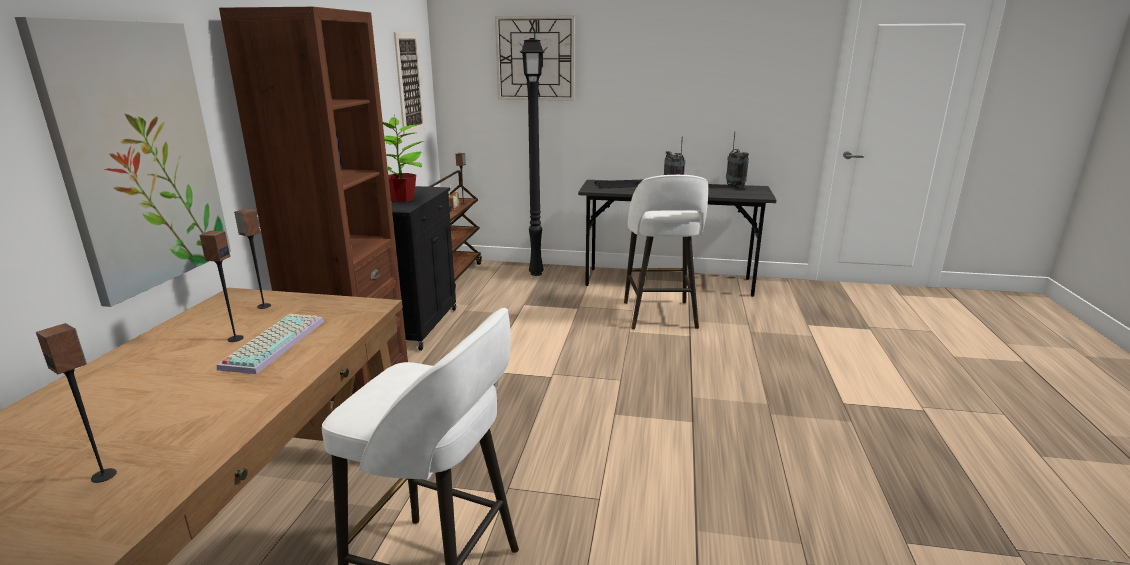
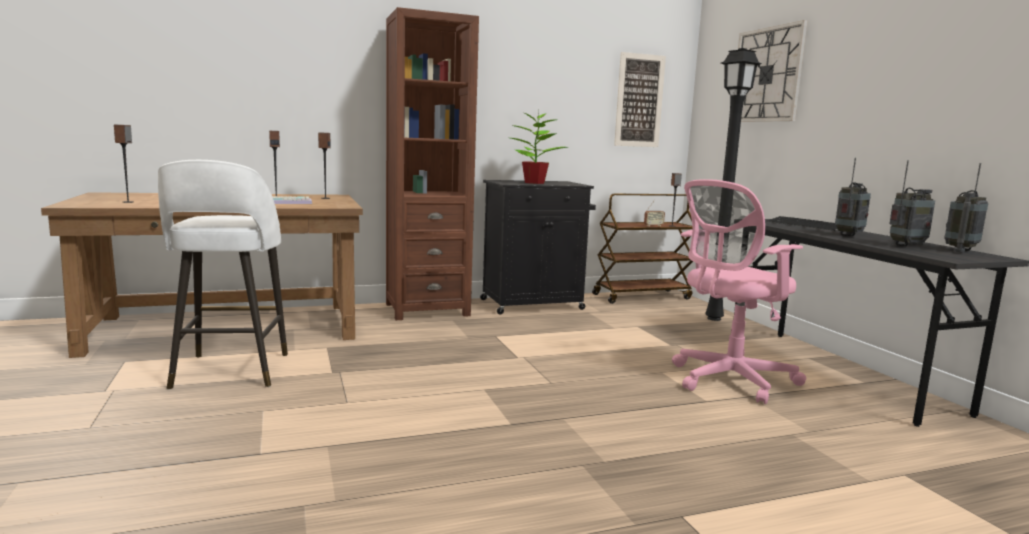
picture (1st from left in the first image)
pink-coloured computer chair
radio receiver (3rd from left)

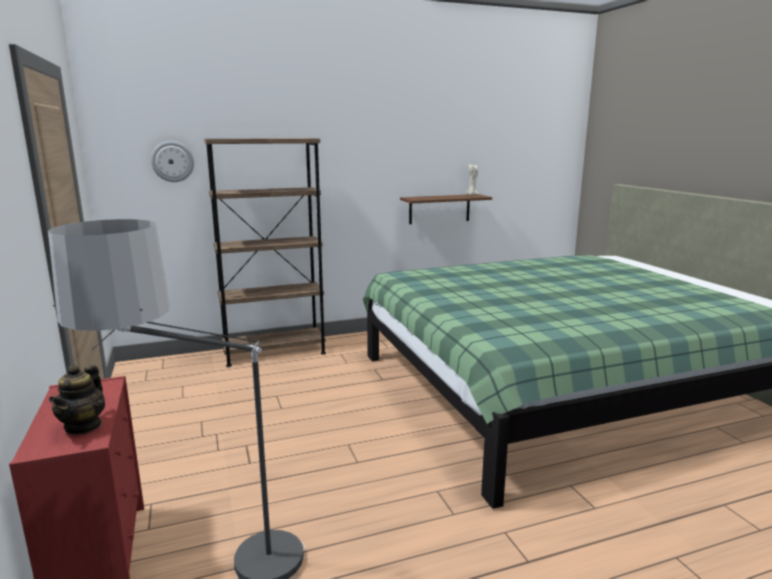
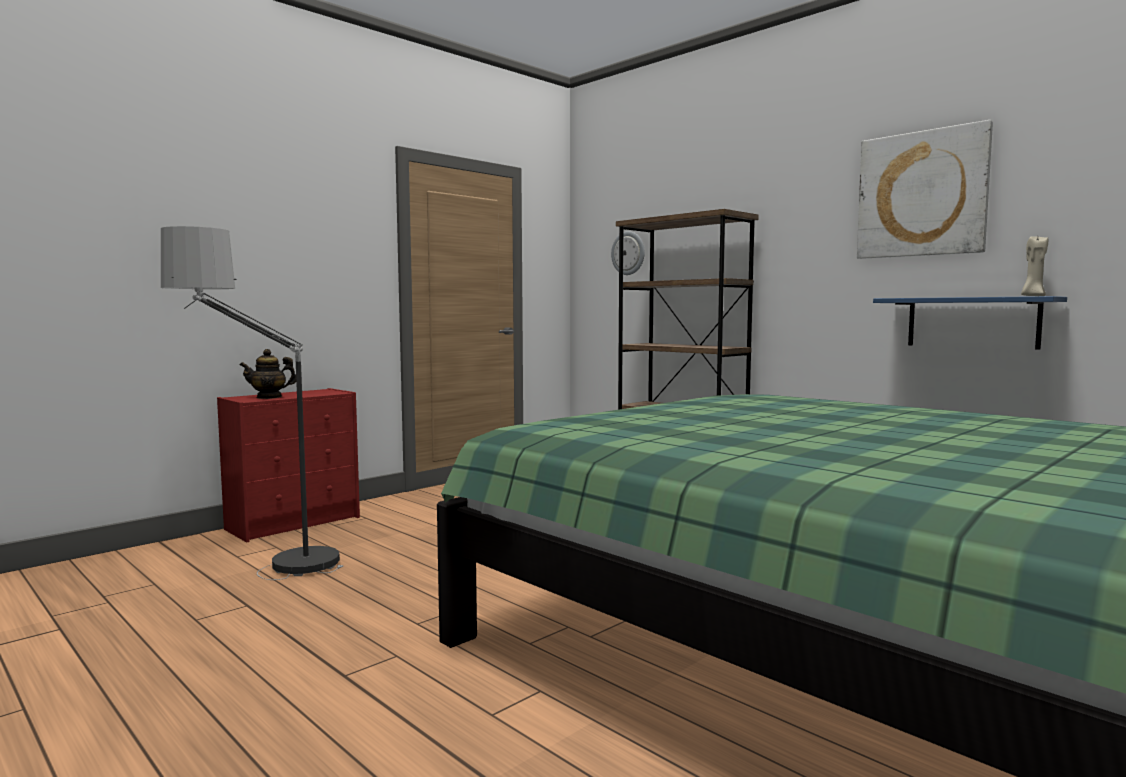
blue wall shelf
picture

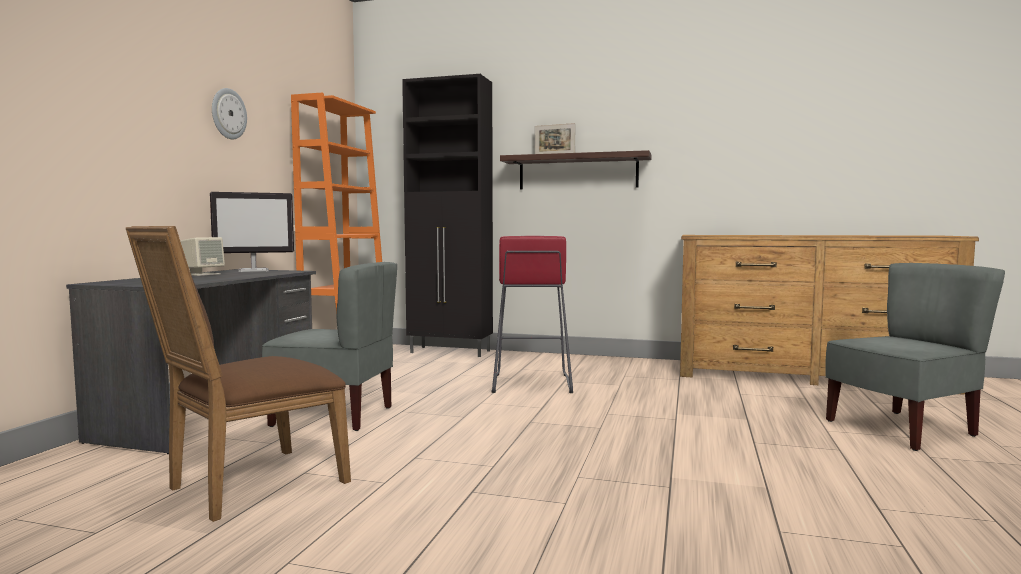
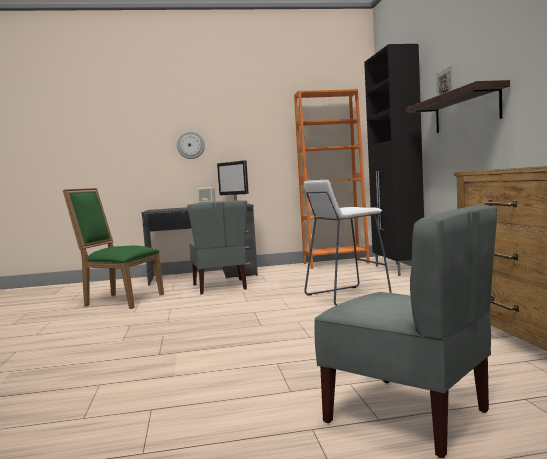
hanging clock
green-coloured upright chair
white-coloured stool

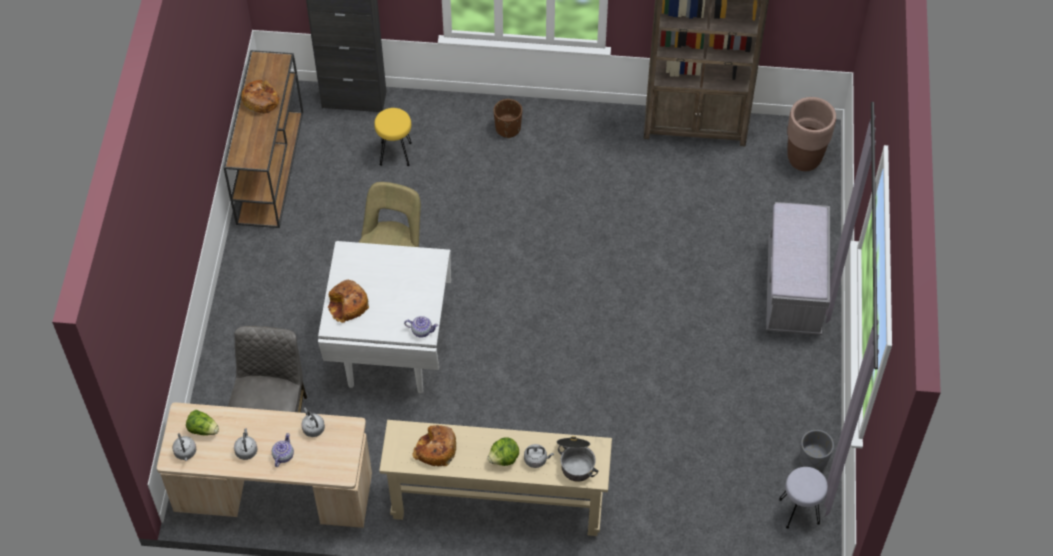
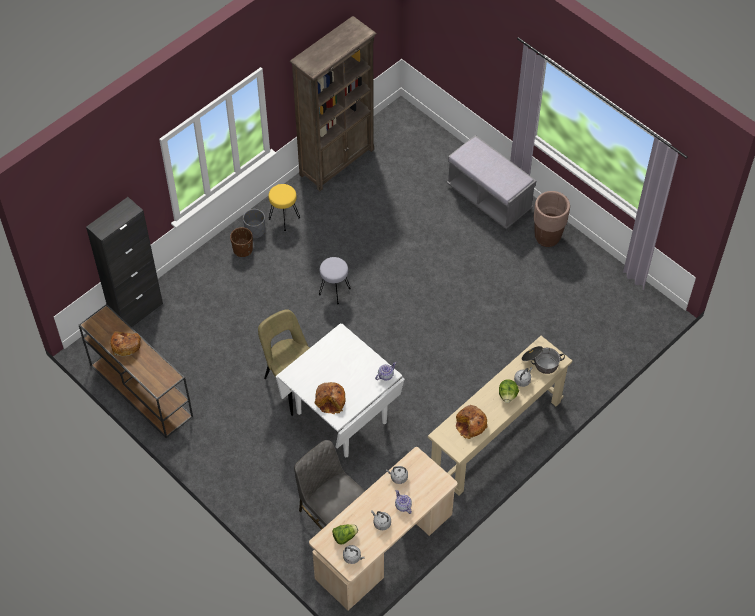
brown-coloured flower pot (2nd from left)
yellow stool
gray flower pot
gray stool

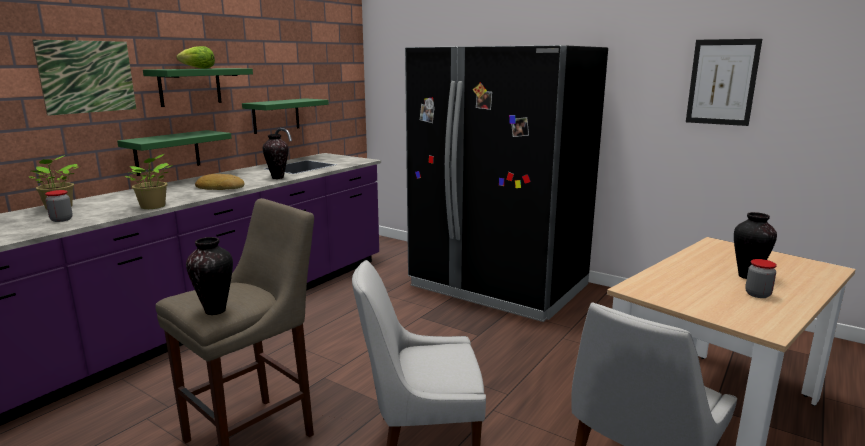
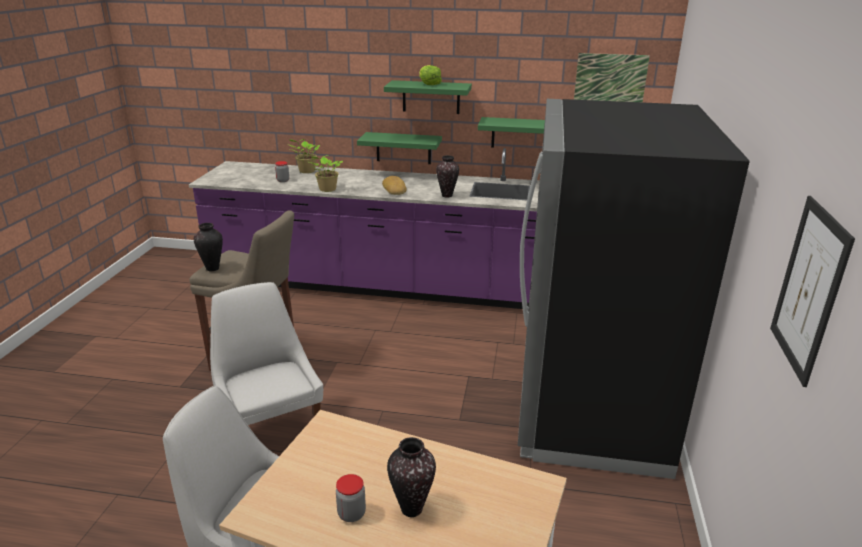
picture (1st from left)

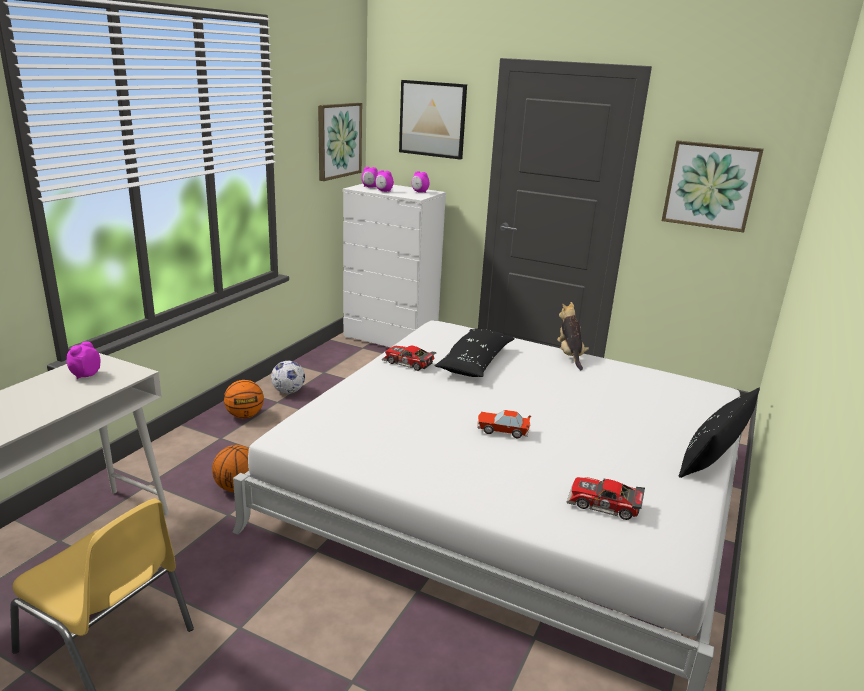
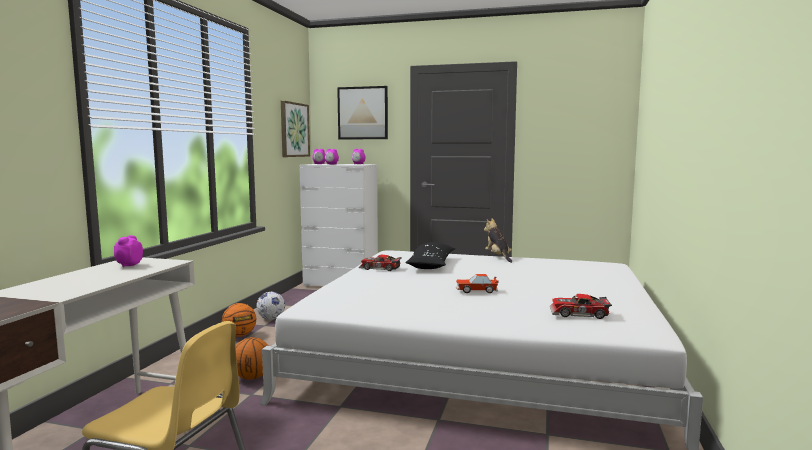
picture (3rd from left in the first image)
black-coloured cushion (2nd from left in the first image)

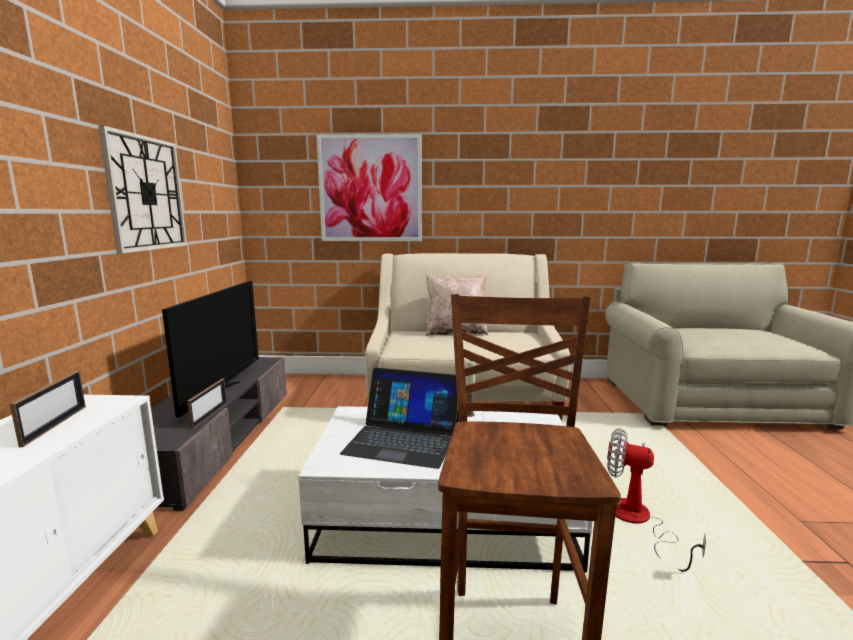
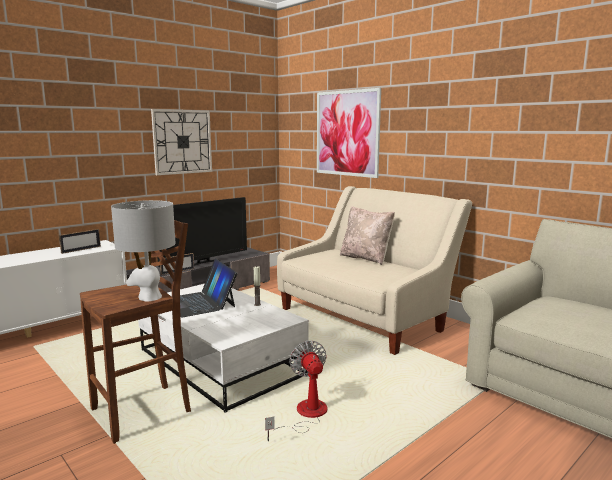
gray lamp for a table

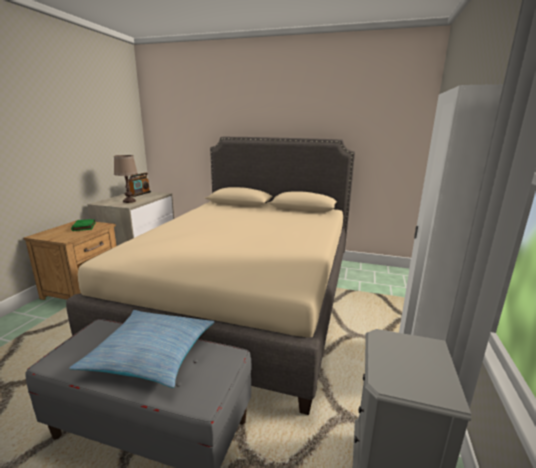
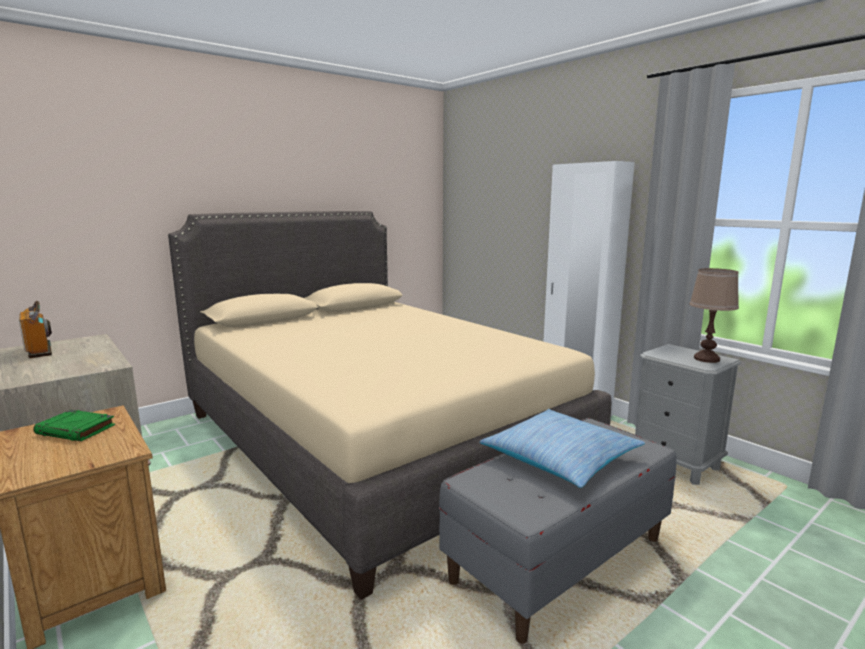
brown-coloured lamp for a table

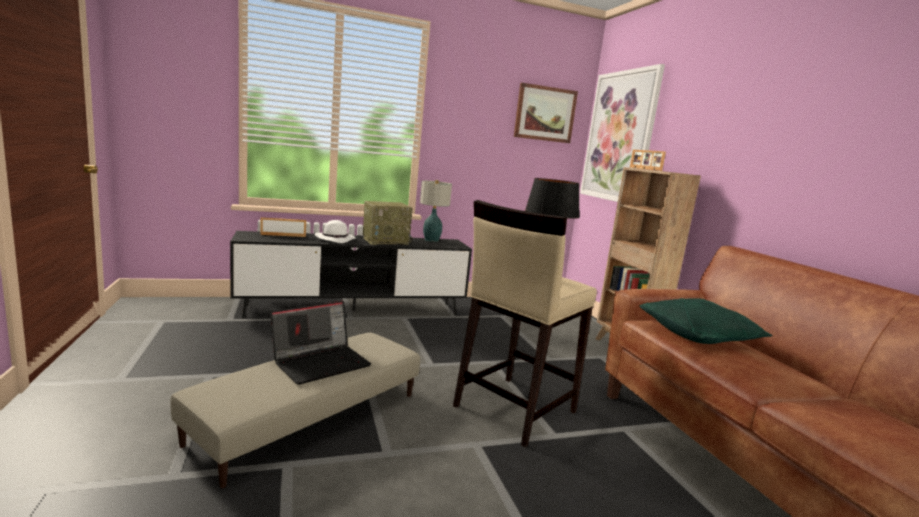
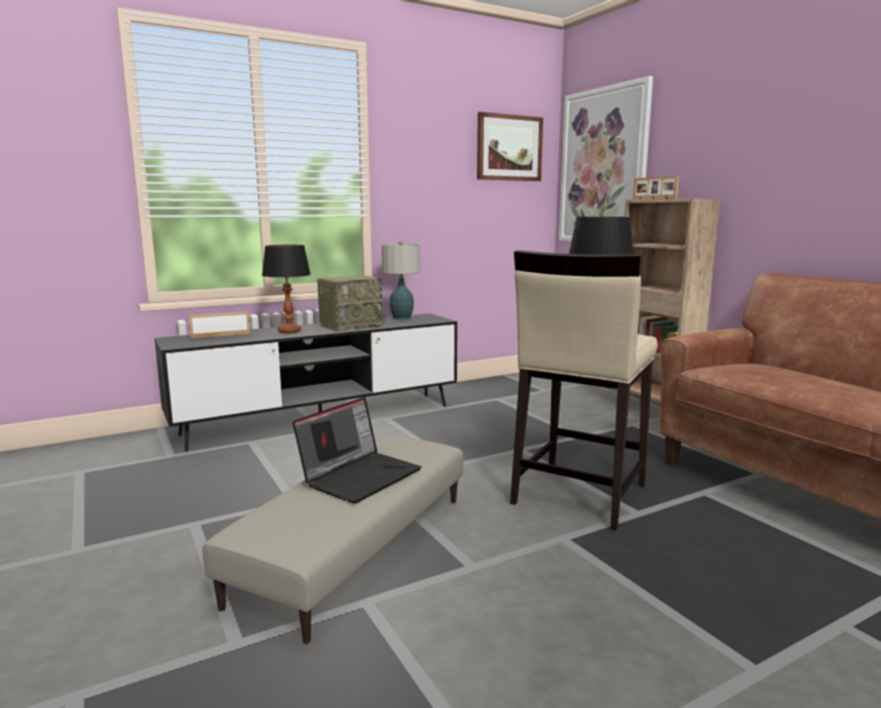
lamp for a table (1st from left)
green-coloured cushion

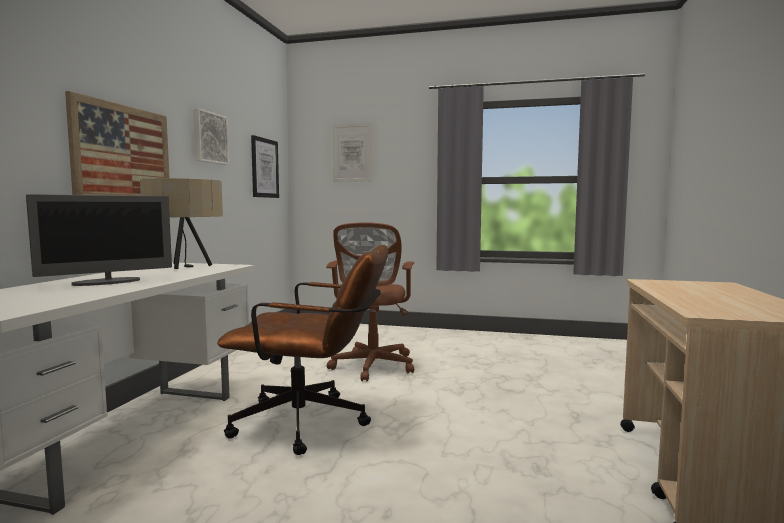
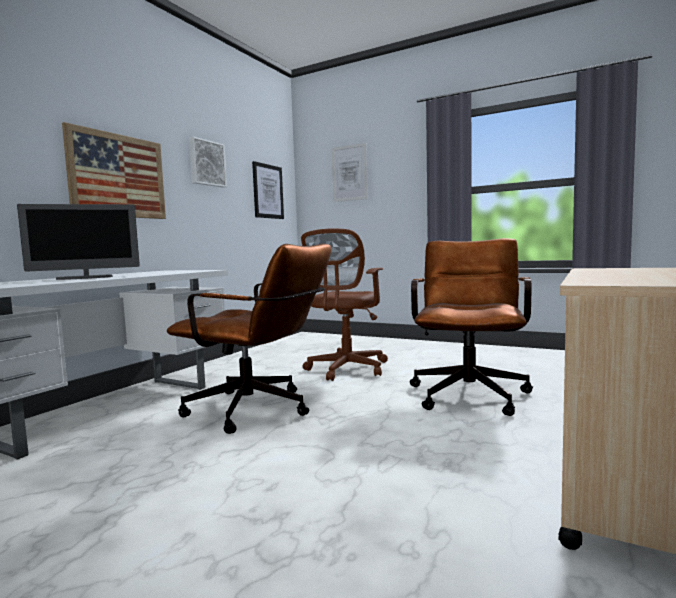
beige-coloured lamp for a table
brown-coloured computer chair (3rd from left)

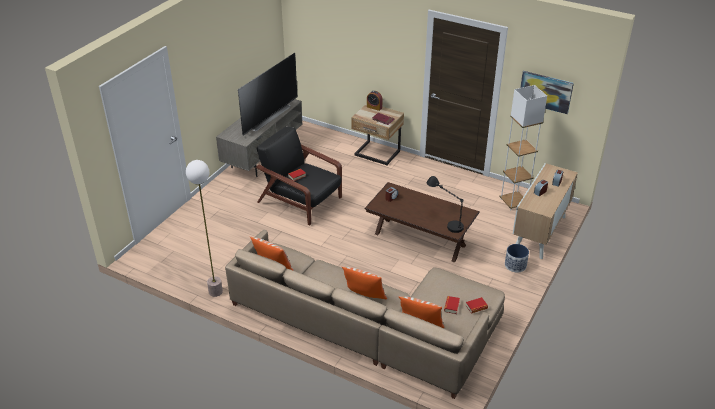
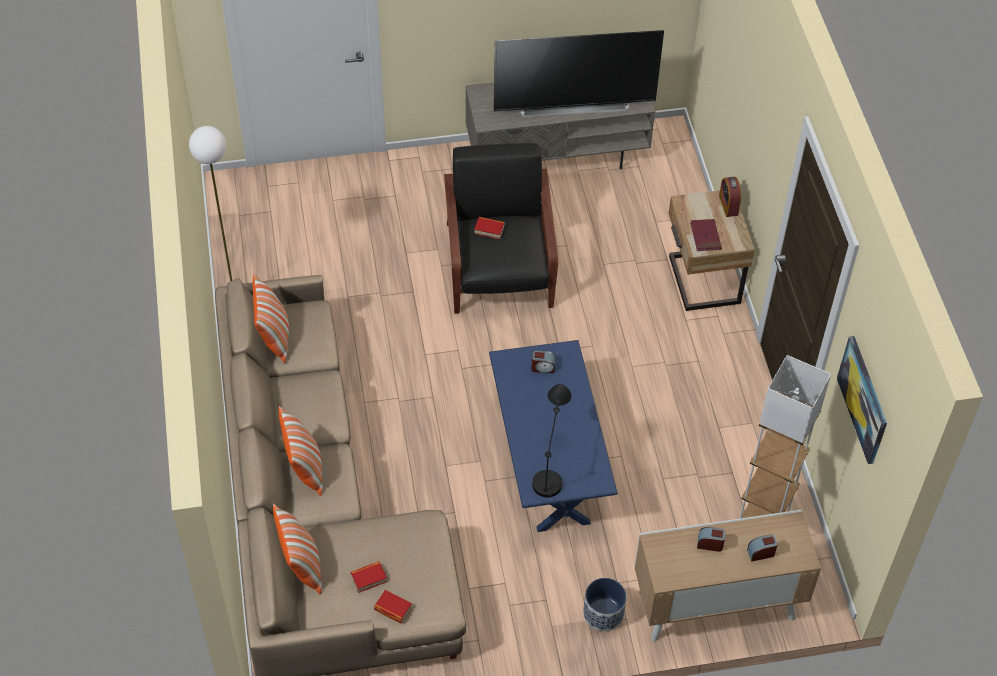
blue coffee table

